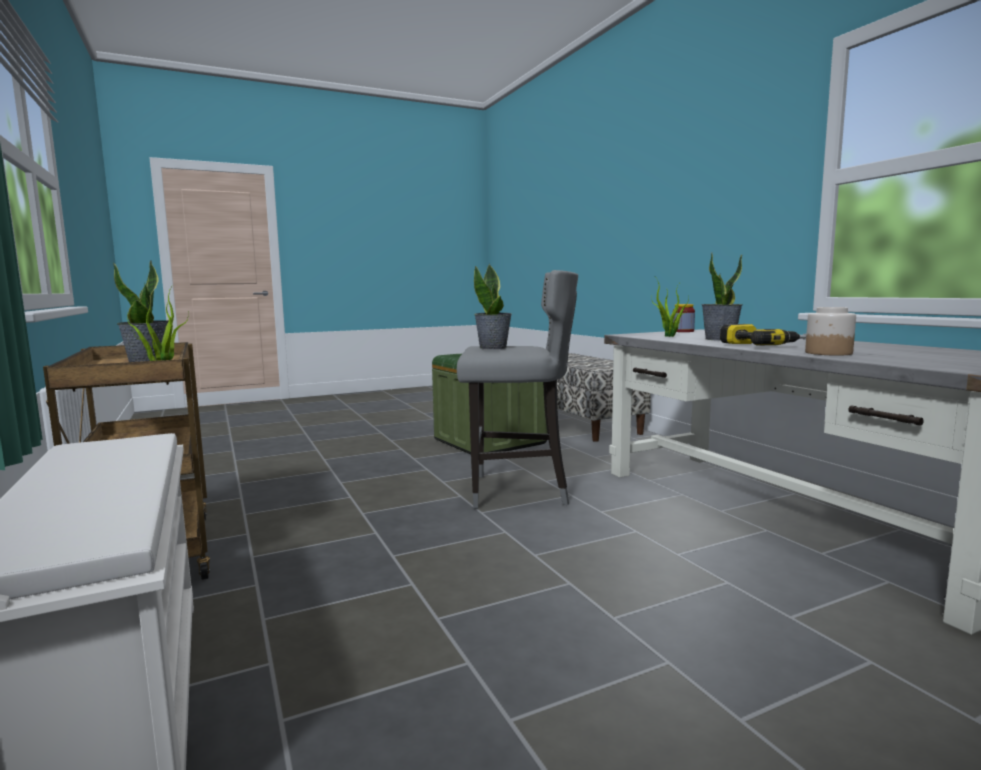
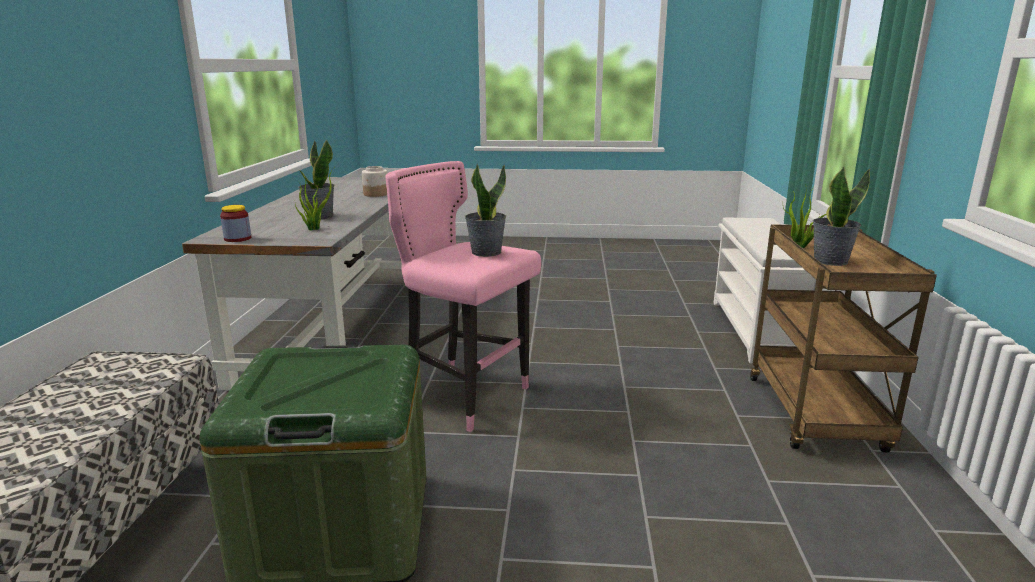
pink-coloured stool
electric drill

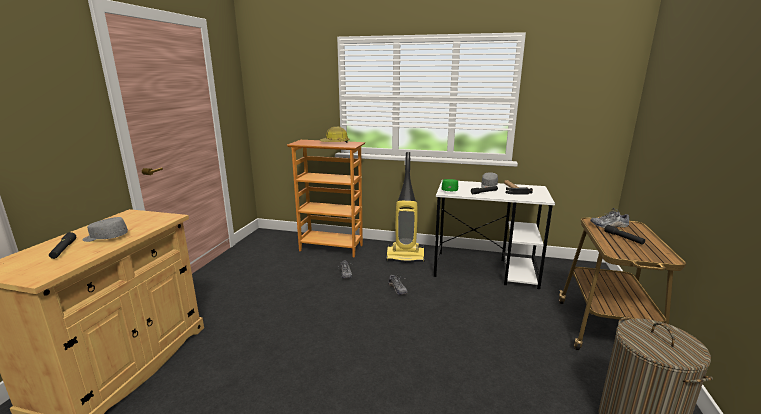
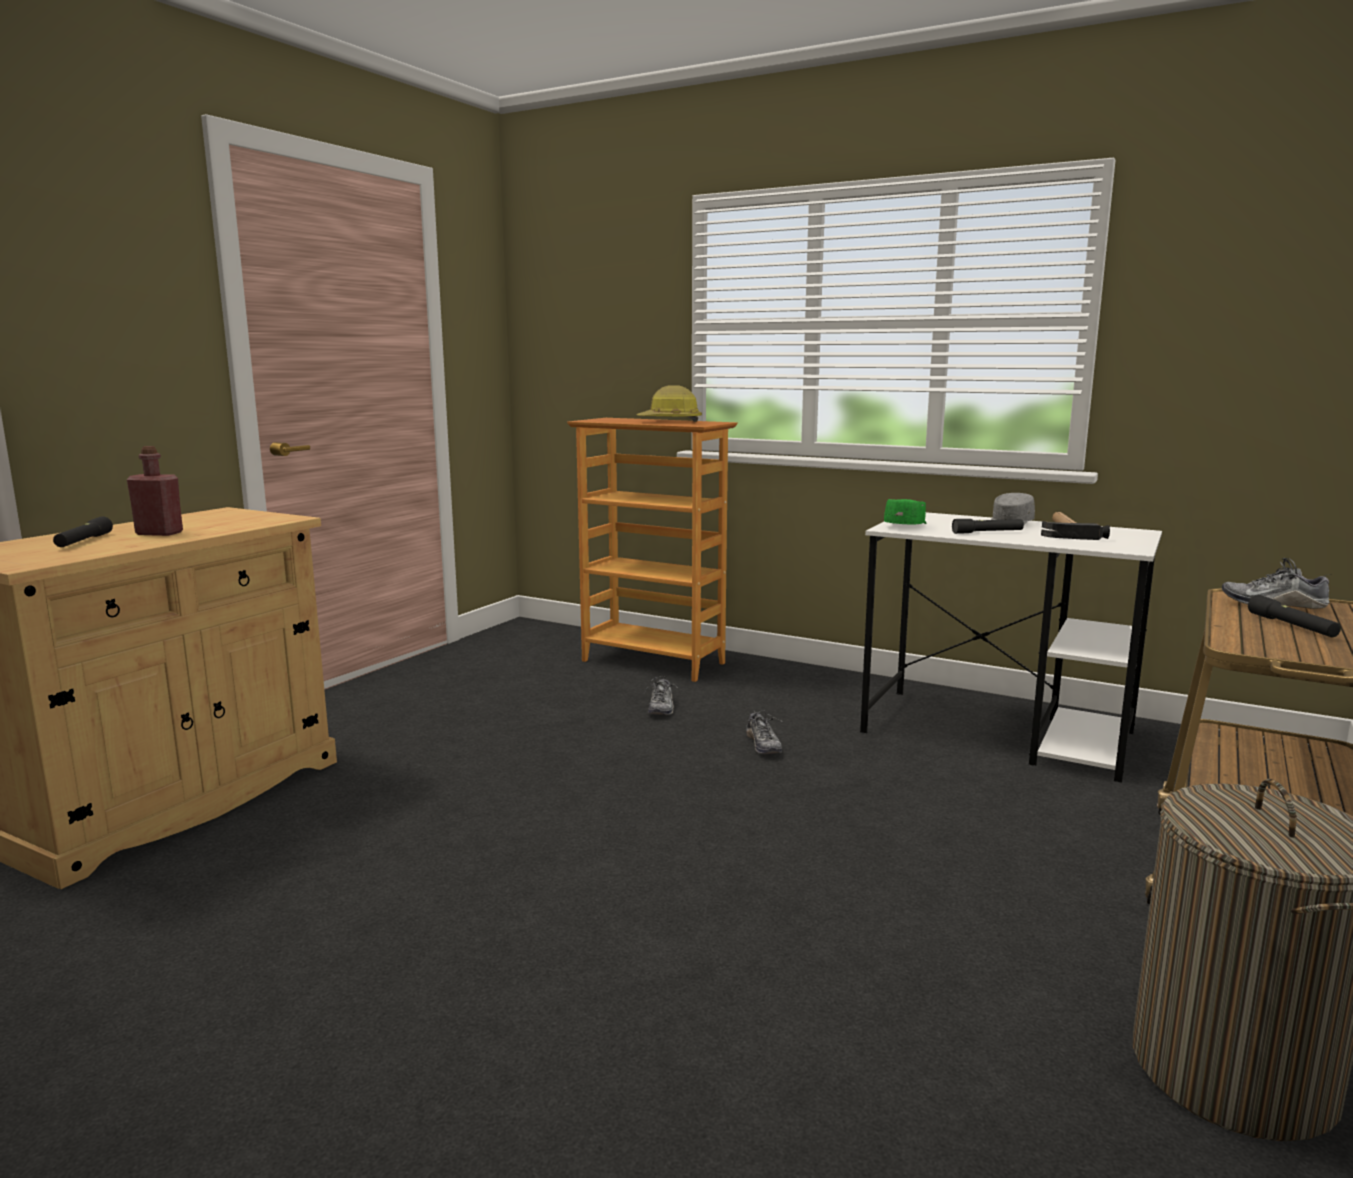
hoover
red-coloured drink bottle

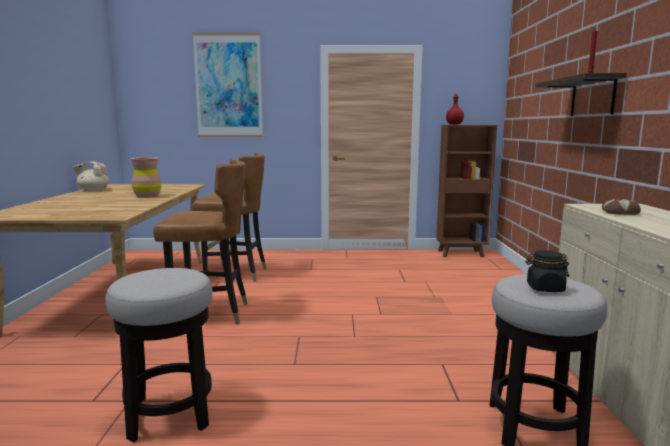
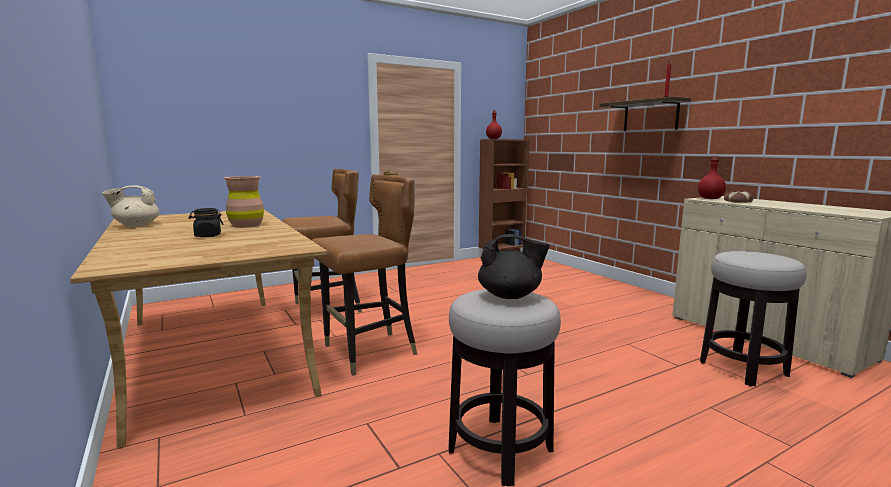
picture
black-coloured jar
red-coloured drink bottle (2nd from left)
black-coloured teapot

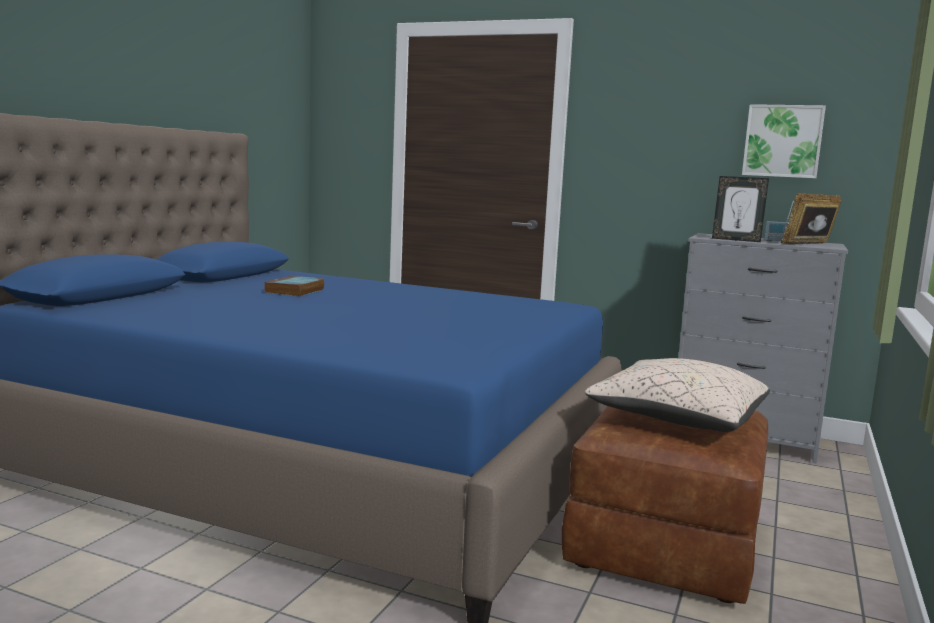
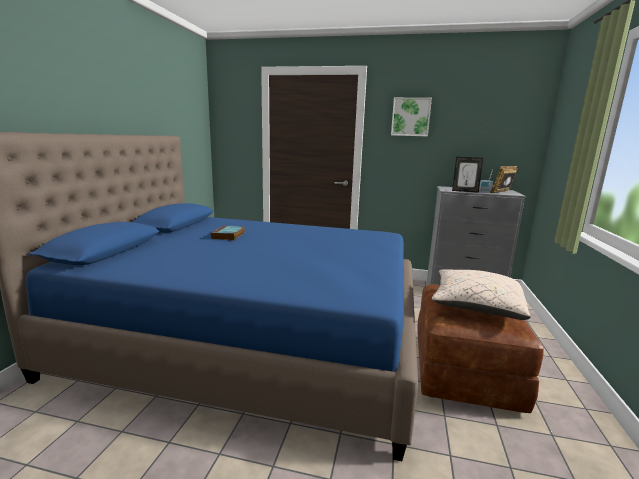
picture

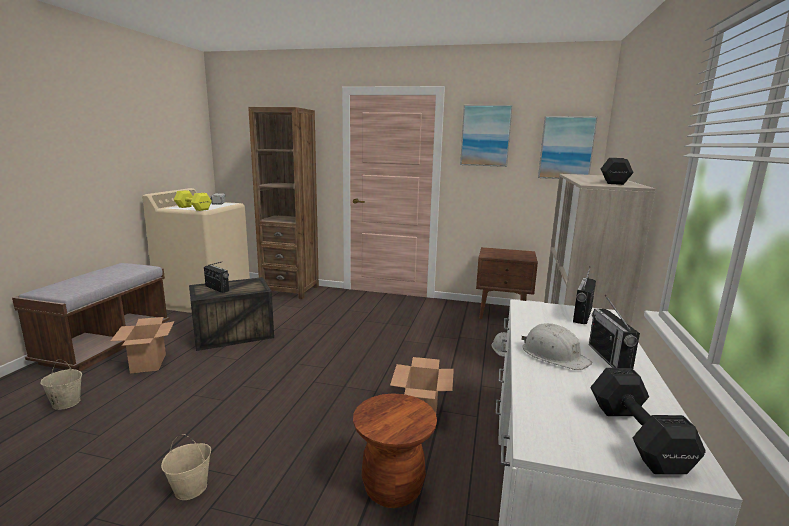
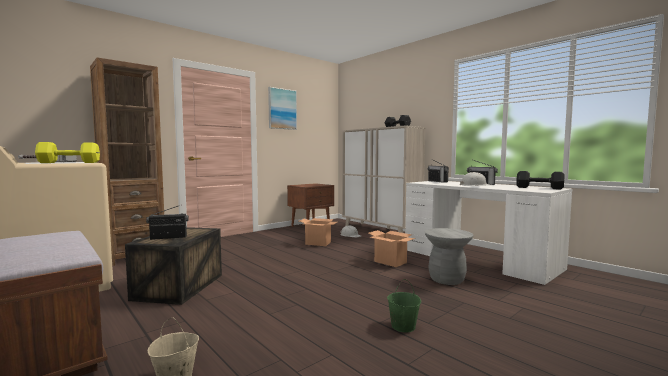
picture (2nd from left in the first image)
carton (1st from left)
gray stool
green-coloured pail

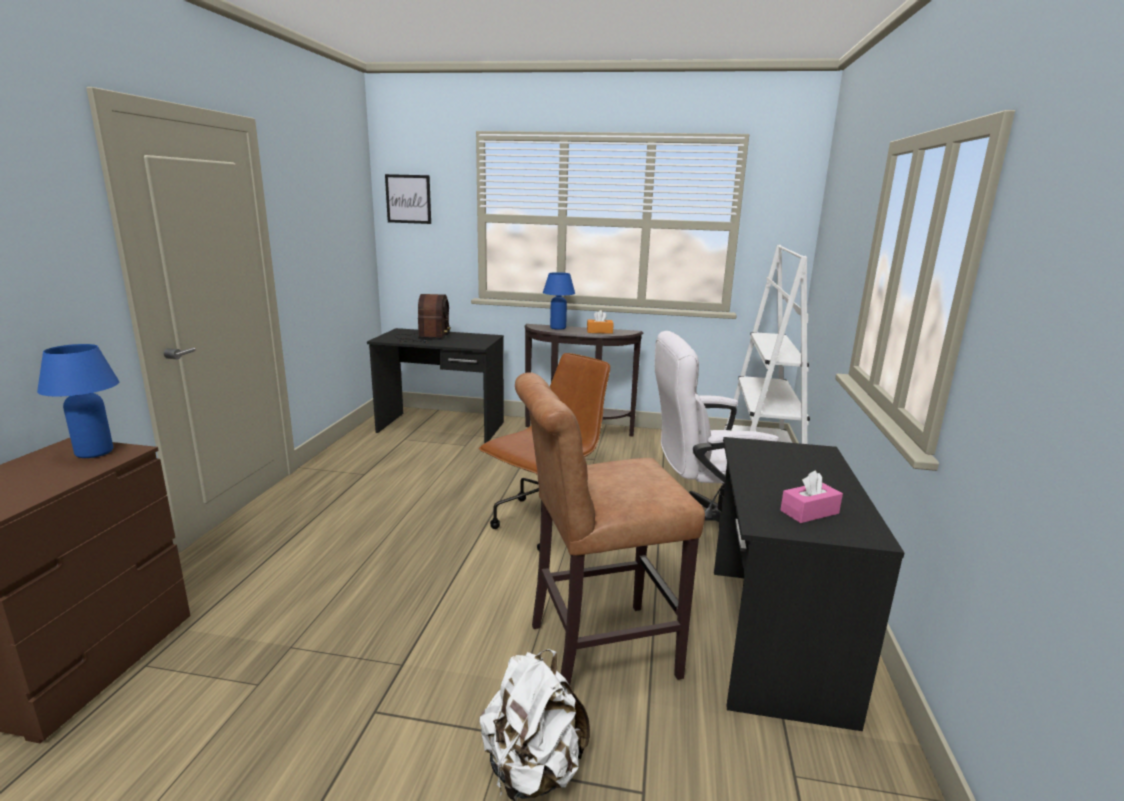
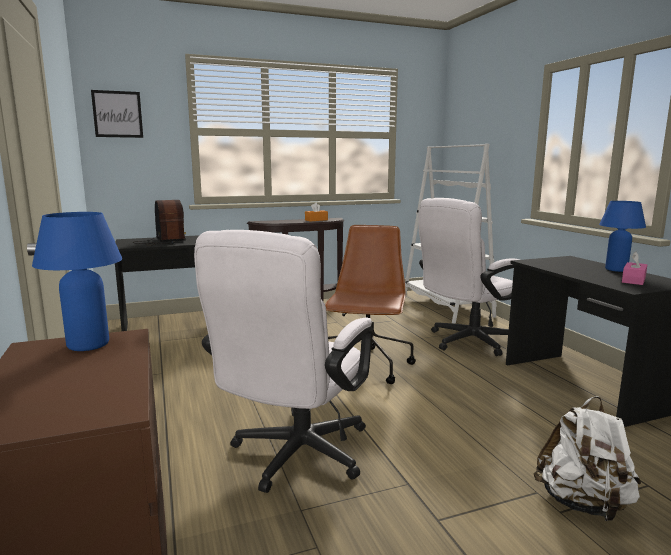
blue lamp for a table (2nd from left)
brown-coloured stool
white-coloured computer chair (1st from left)

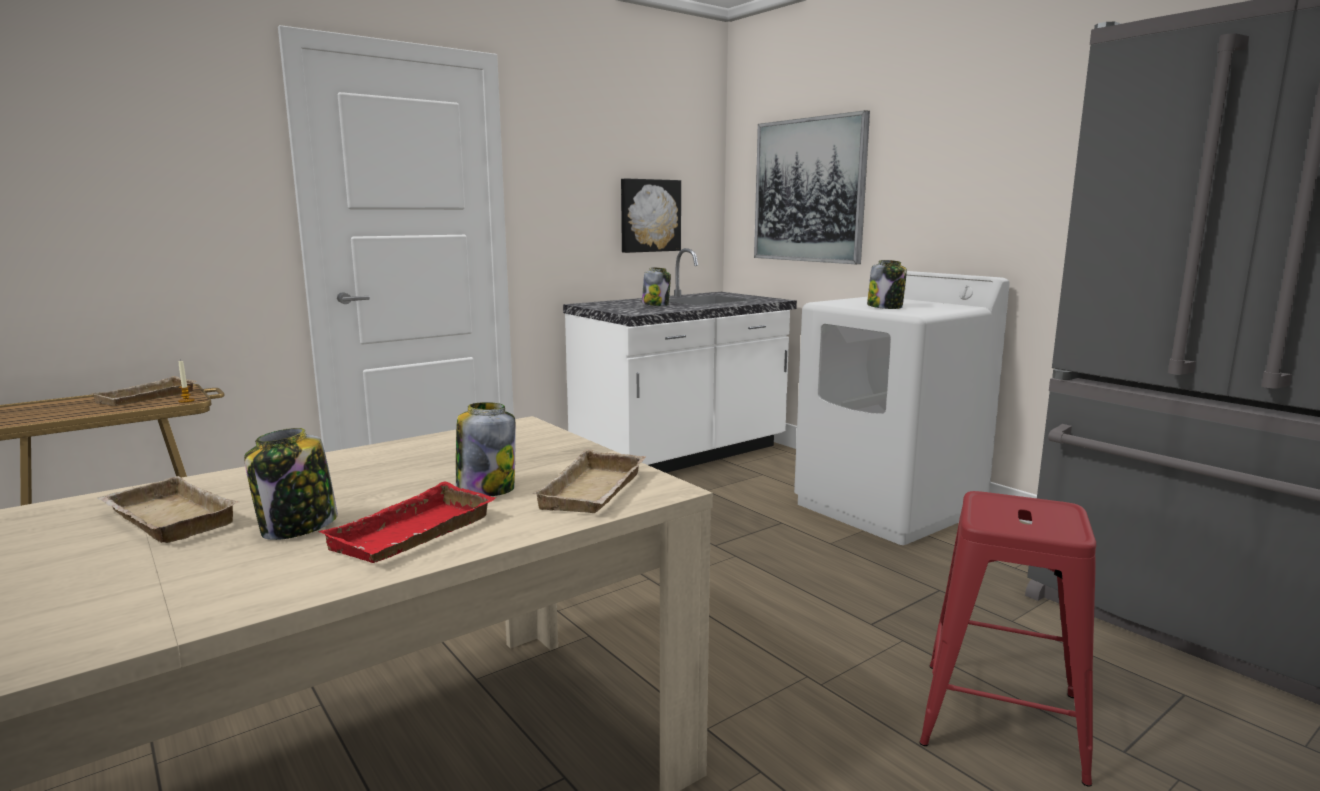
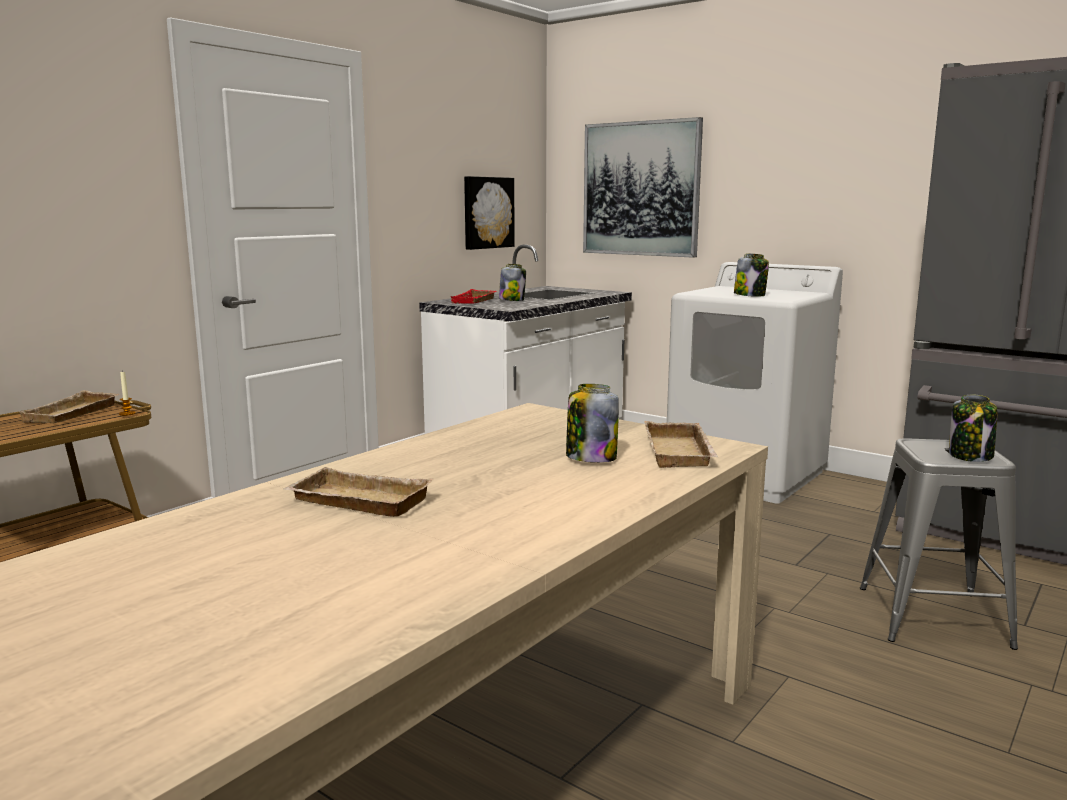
jar (4th from left)
red-coloured carrying tray
gray stool

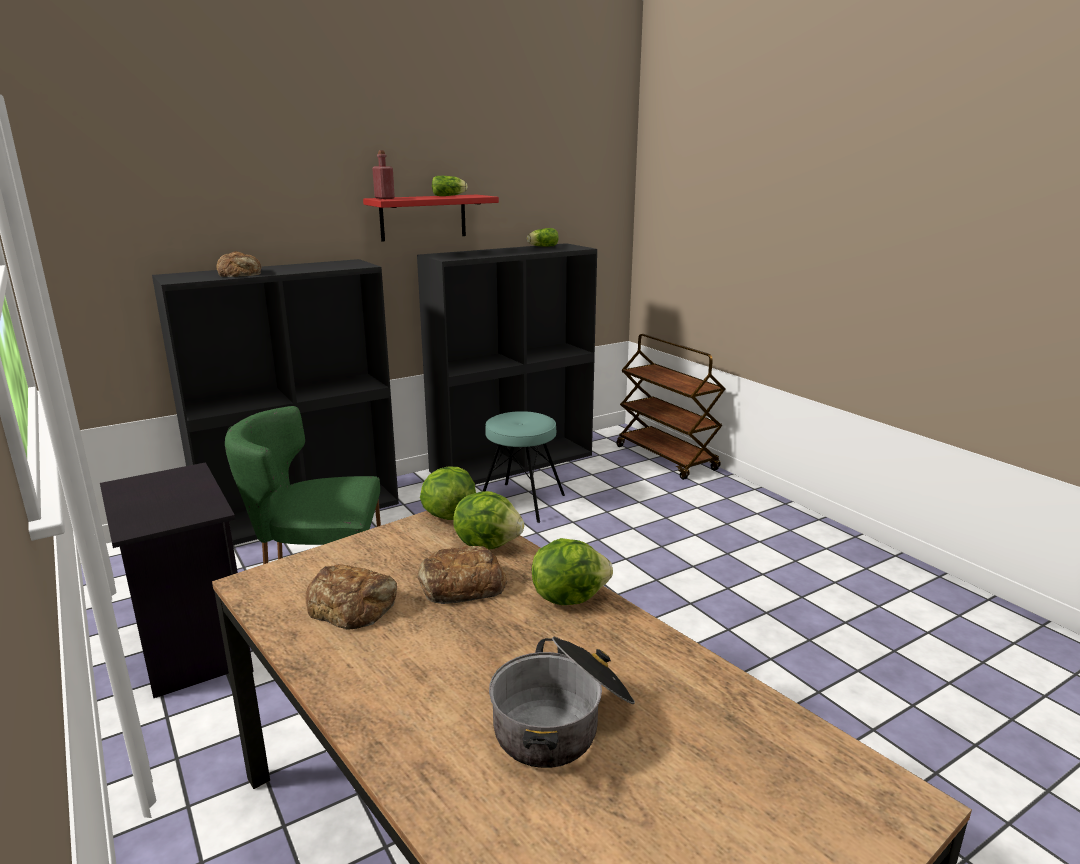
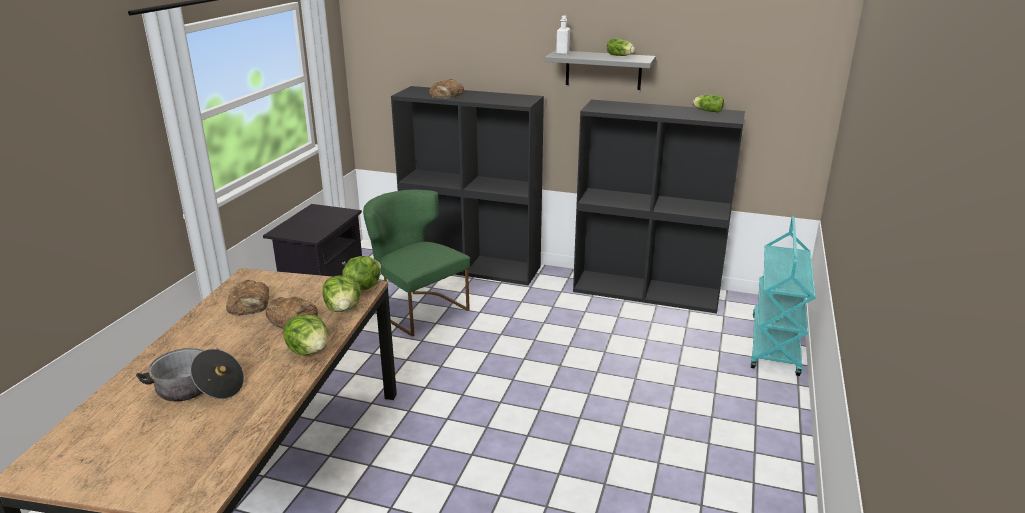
white-coloured drink bottle
gray wall shelf
turquoise-coloured trolley
turquoise-coloured stool

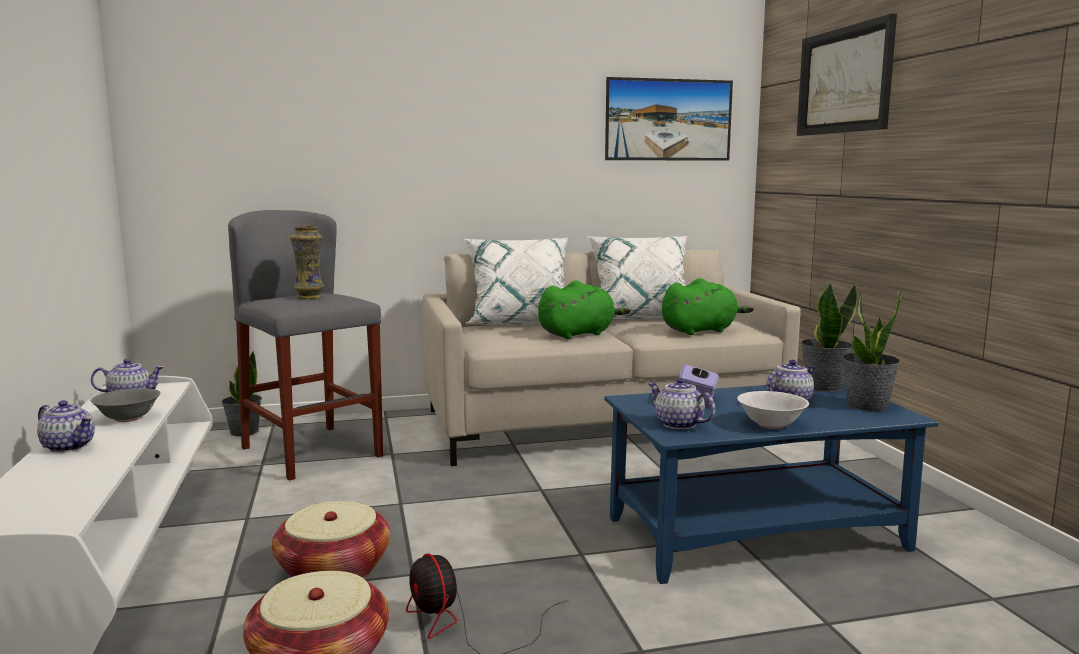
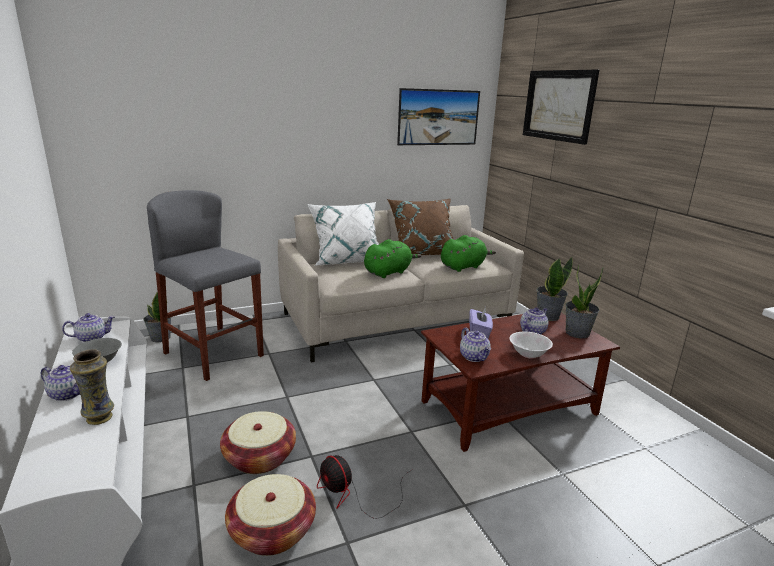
decorative vase
brown-coloured cushion
teapot (3rd from left)
brown-coloured coffee table

